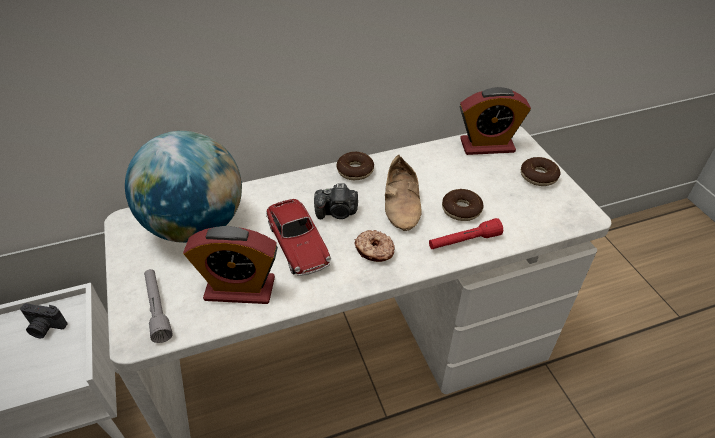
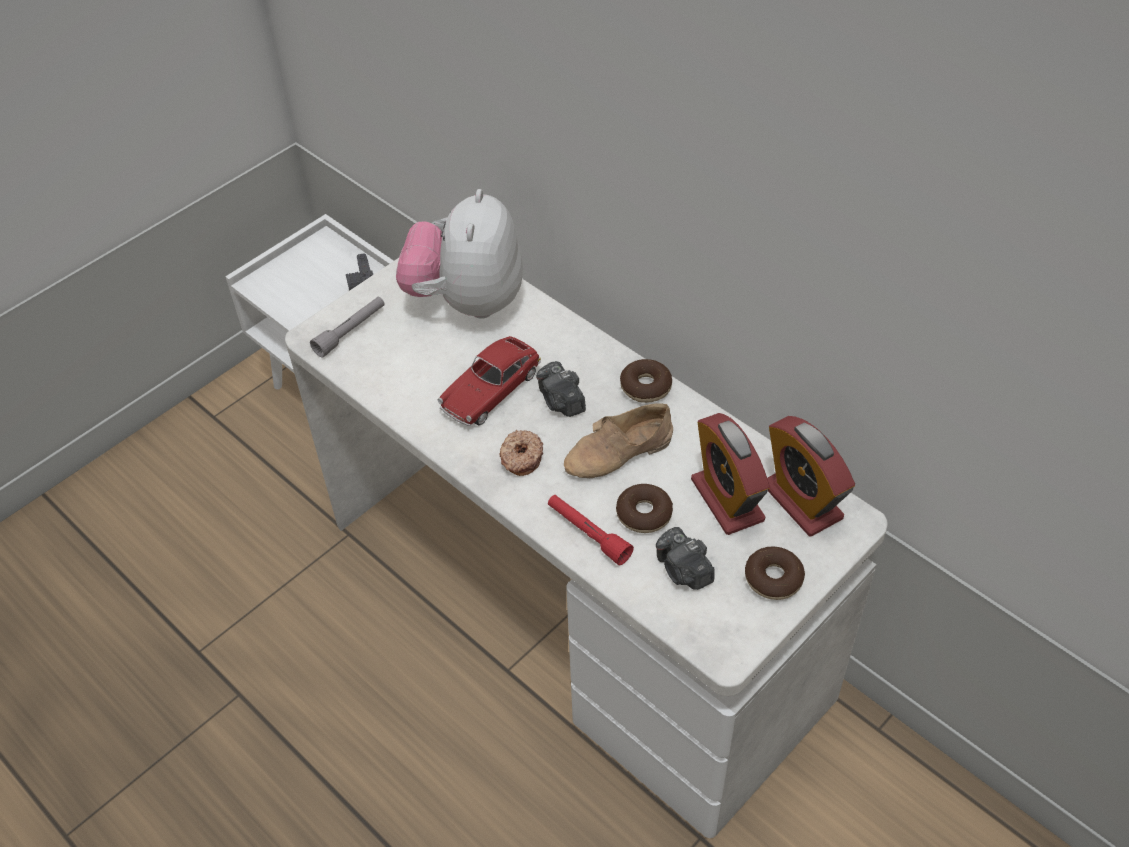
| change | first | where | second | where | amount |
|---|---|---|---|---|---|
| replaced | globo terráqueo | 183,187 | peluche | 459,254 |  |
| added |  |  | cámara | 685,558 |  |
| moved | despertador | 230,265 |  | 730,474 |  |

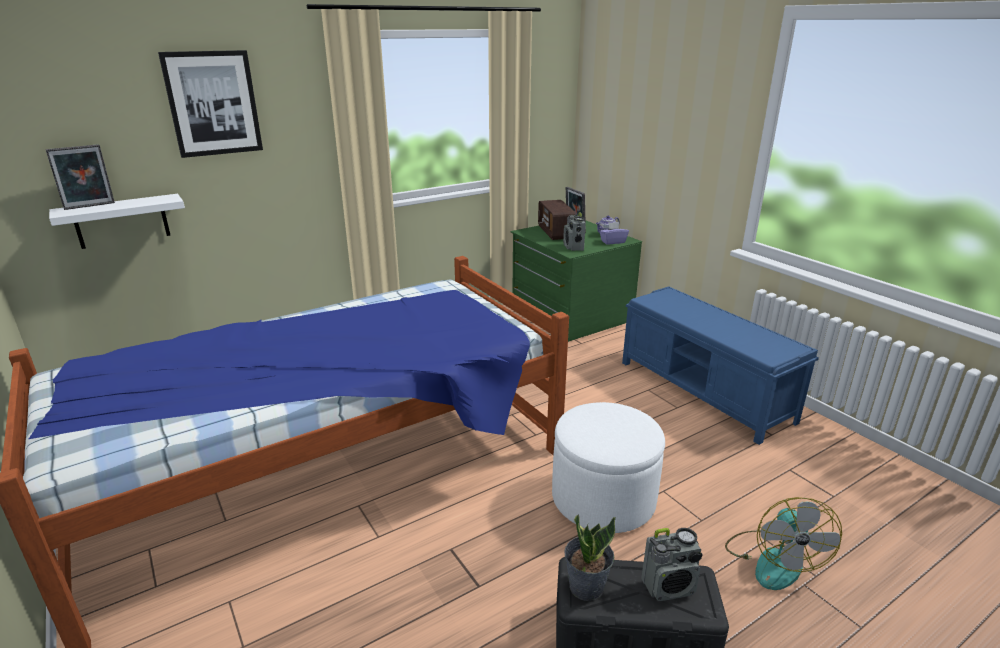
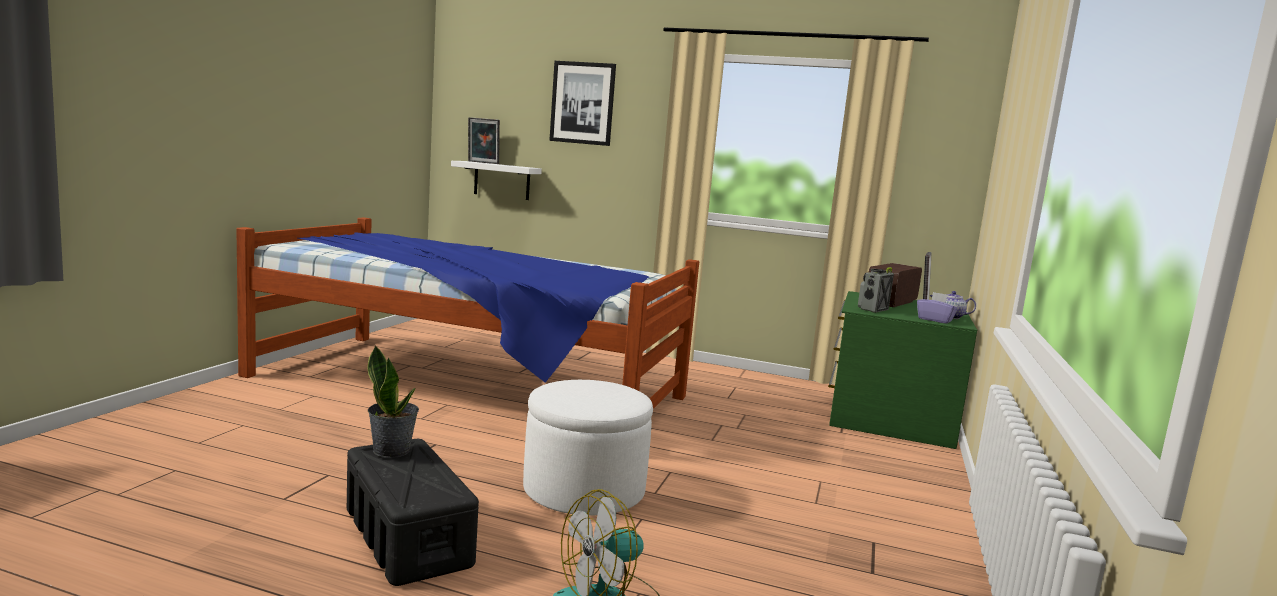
| change | first | where | second | where | amount |
|---|---|---|---|---|---|
| removed | banco (azul) | 720,365 |  |  |  |
| removed | radio | 672,564 |  |  |  |

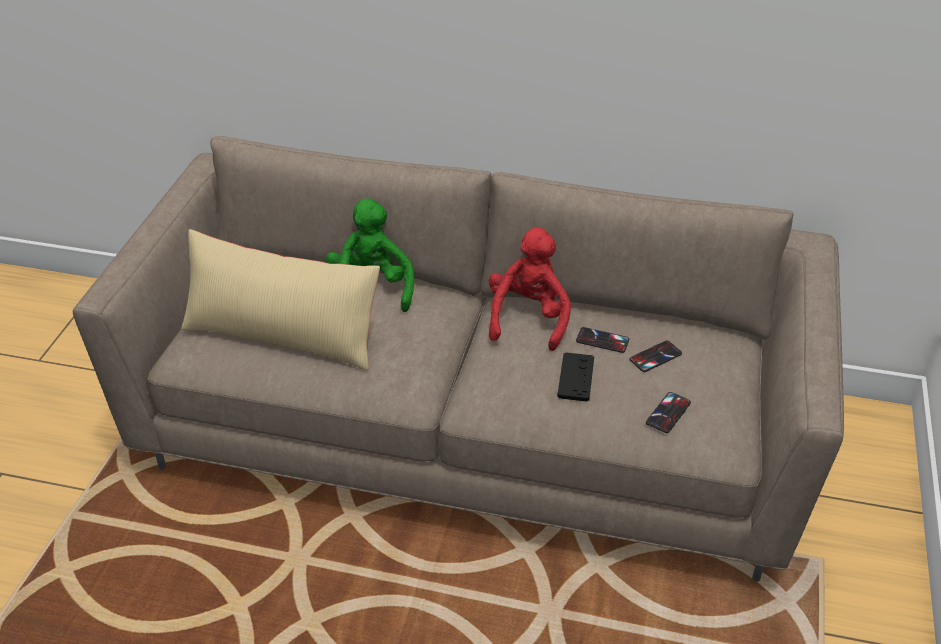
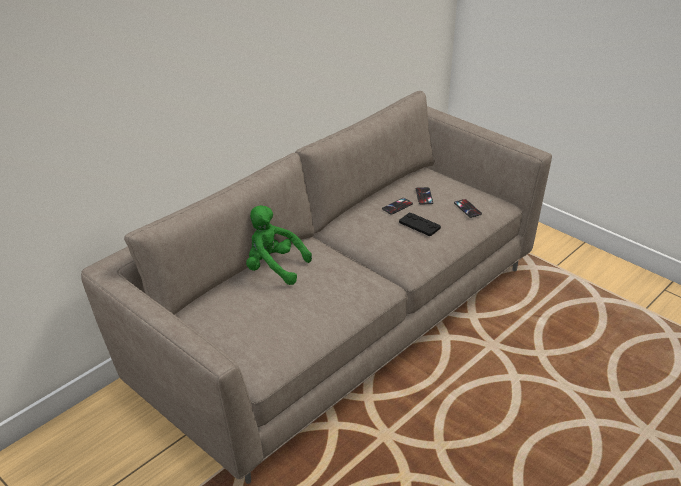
| change | first | where | second | where | amount |
|---|---|---|---|---|---|
| removed | cojín (beis) | 280,299 |  |  |  |
| removed | peluche (rojo) | 530,289 |  |  |  |

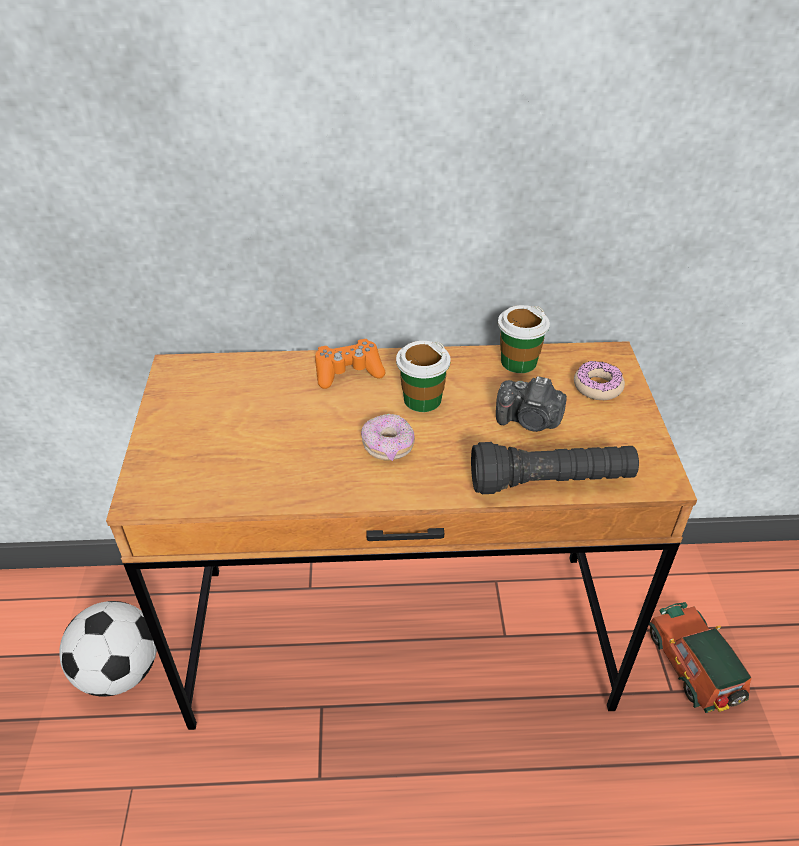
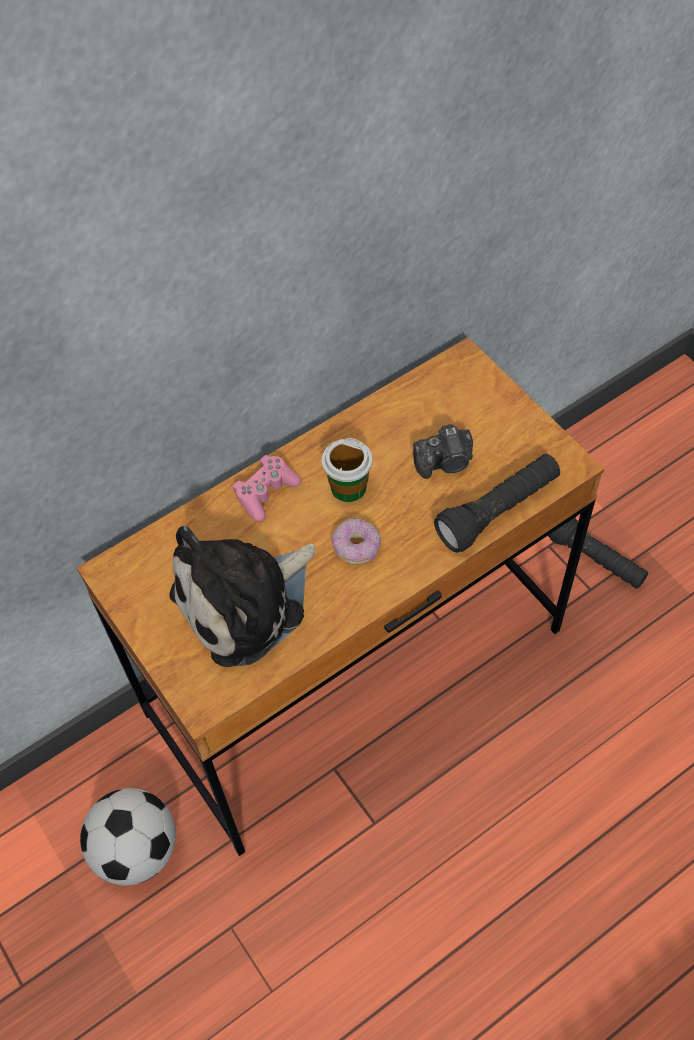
| change | first | where | second | where | amount |
|---|---|---|---|---|---|
| added |  |  | peluche | 242,596 |  |
| recoloured | mando de consola (naranja) | 350,364 | mando de consola (rosa) | 267,488 |  |
| replaced | coche de juguete | 700,657 | linterna (negro) | 598,553 |  |
| removed | taza | 524,339 |  |  |  |
| removed | rosquilla | 599,380 |  |  |  |

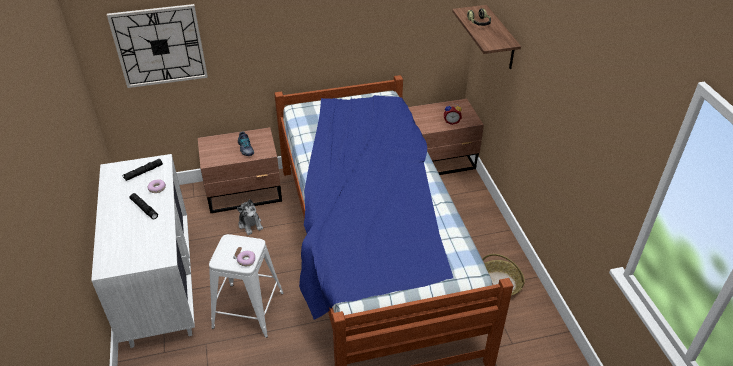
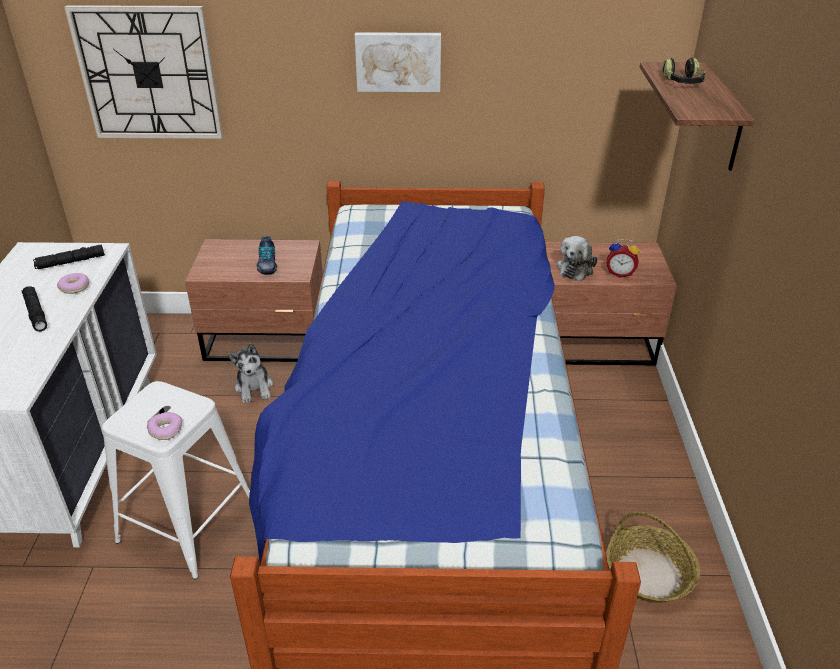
| change | first | where | second | where | amount |
|---|---|---|---|---|---|
| added |  |  | cuadro | 398,62 |  |
| added |  |  | peluche | 577,258 |  |

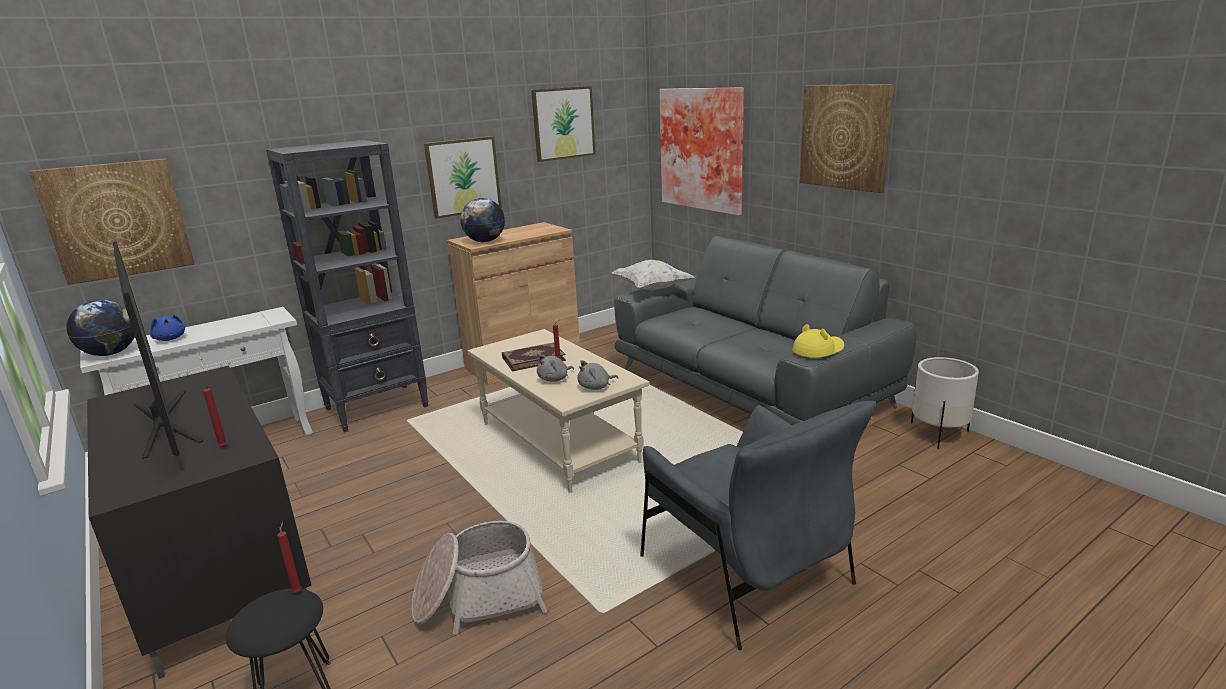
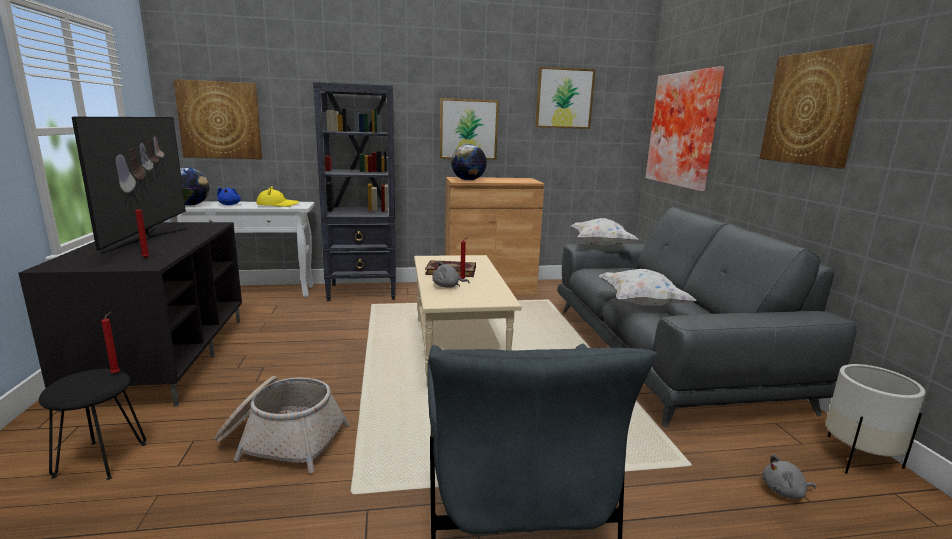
| change | first | where | second | where | amount |
|---|---|---|---|---|---|
| moved | sombrero (amarillo) | 818,341 |  | 277,196 |  |
| added |  |  | cojín (blanco) | 648,287 |  |
| moved | peluche (gris) | 598,375 |  | 790,476 |  |

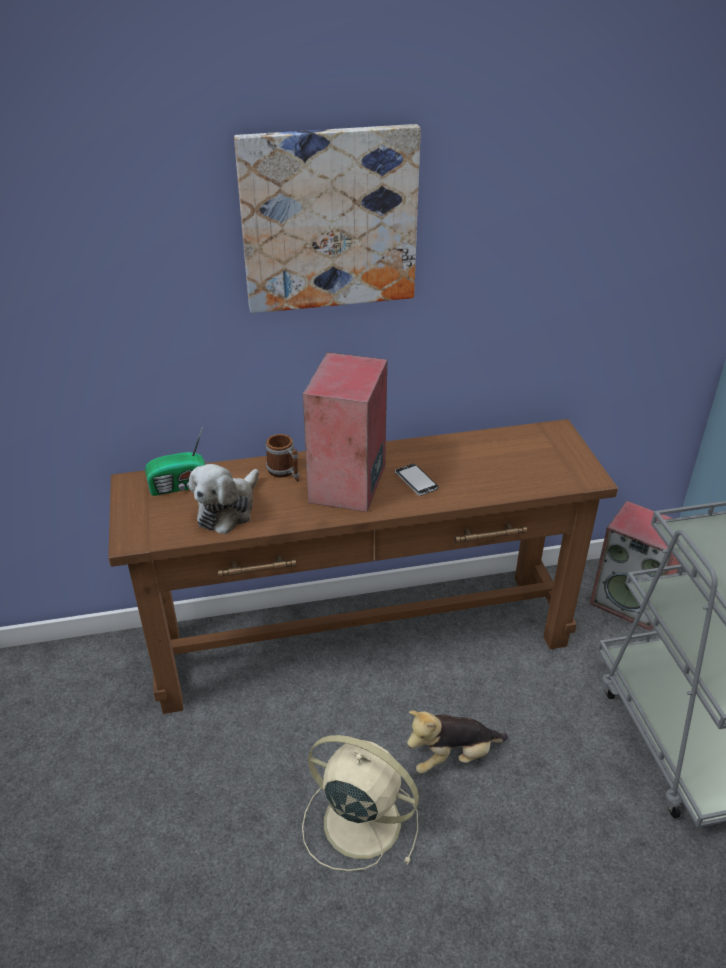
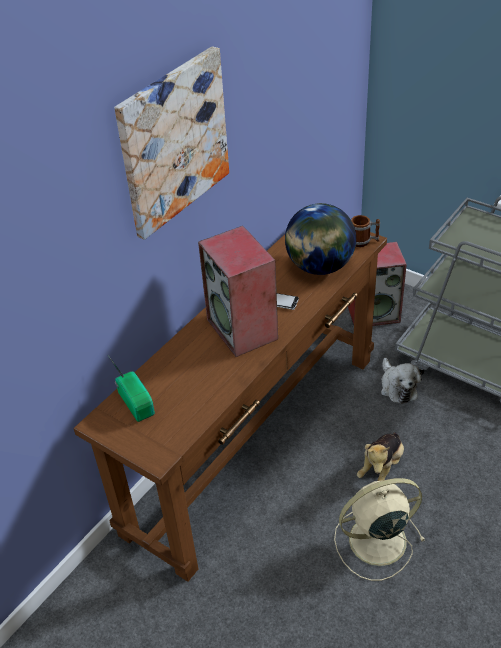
| change | first | where | second | where | amount |
|---|---|---|---|---|---|
| turned | radio | 175,461 |  | 132,389 | 60 degrees counterclockwise |
| added |  |  | globo terráqueo | 320,239 |  |
| moved | taza grande | 282,458 |  | 365,231 |  |
| moved | peluche | 224,499 |  | 401,381 |  |

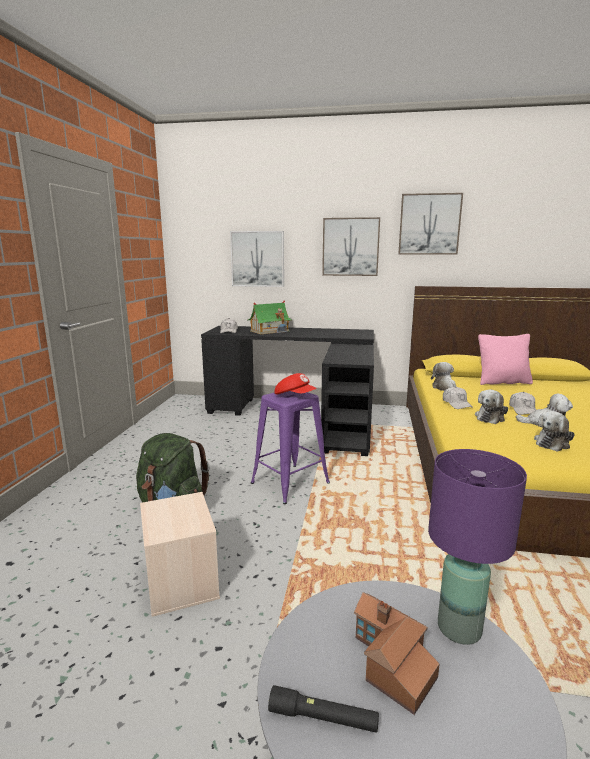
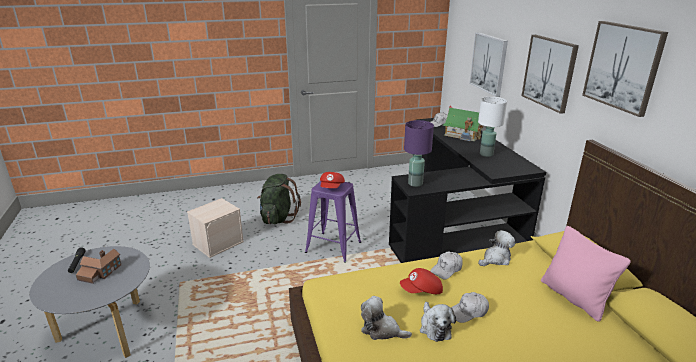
| change | first | where | second | where | amount |
|---|---|---|---|---|---|
| replaced | peluche | 491,407 | gorra (rojo) | 421,281 |  |
| moved | lámpara de mesa (morado) | 477,547 |  | 419,153 |  |
| added |  |  | lámpara de mesa (blanco) | 492,127 |  |

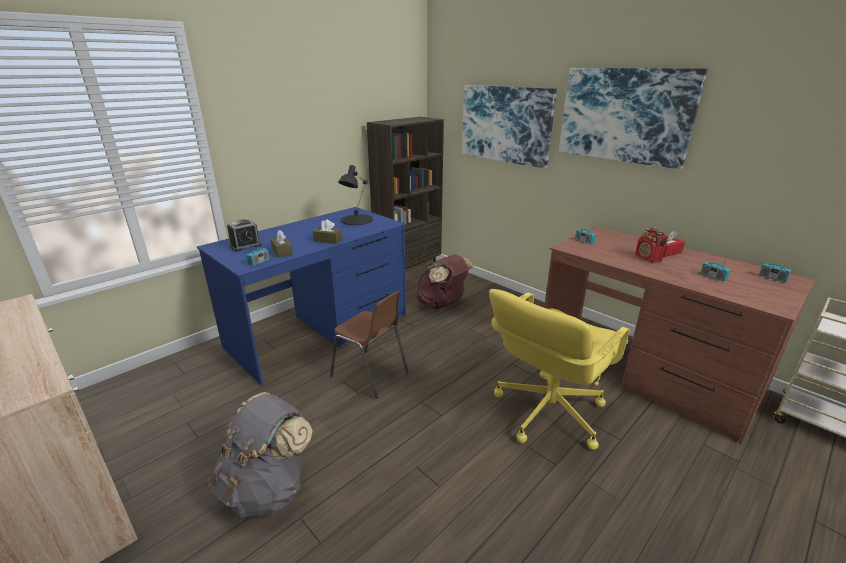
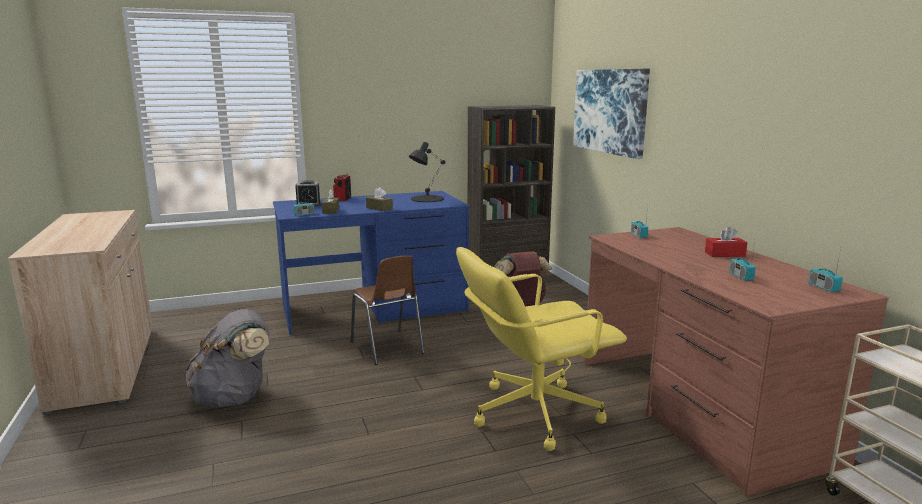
| change | first | where | second | where | amount |
|---|---|---|---|---|---|
| moved | radio | 651,244 |  | 342,187 |  |
| removed | cuadro | 633,118 |  |  |  |

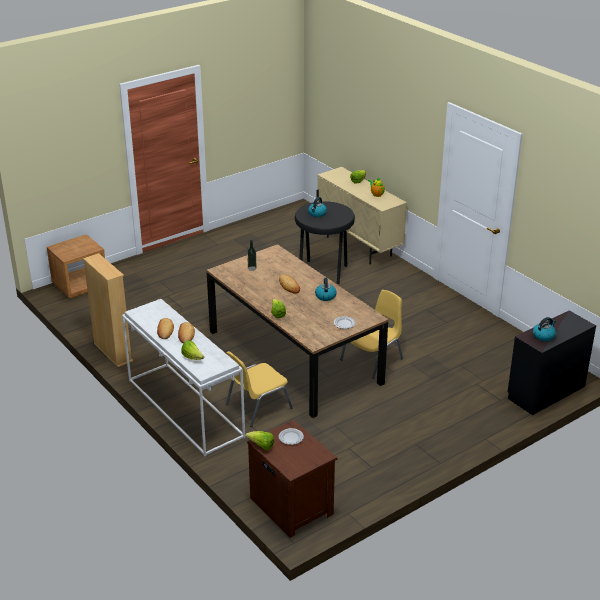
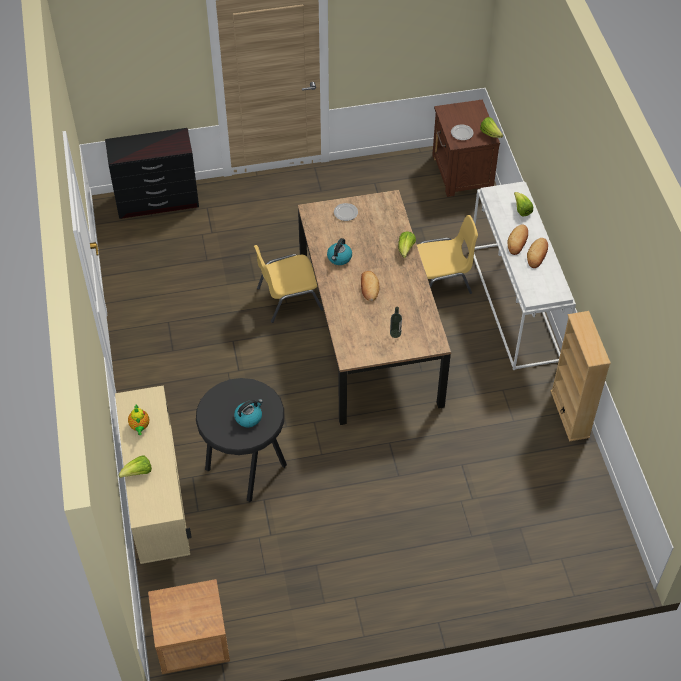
| change | first | where | second | where | amount |
|---|---|---|---|---|---|
| moved | mesita de noche (marrón) | 76,266 |  | 189,626 |  |
| removed | hervidor | 544,329 |  |  |  |

